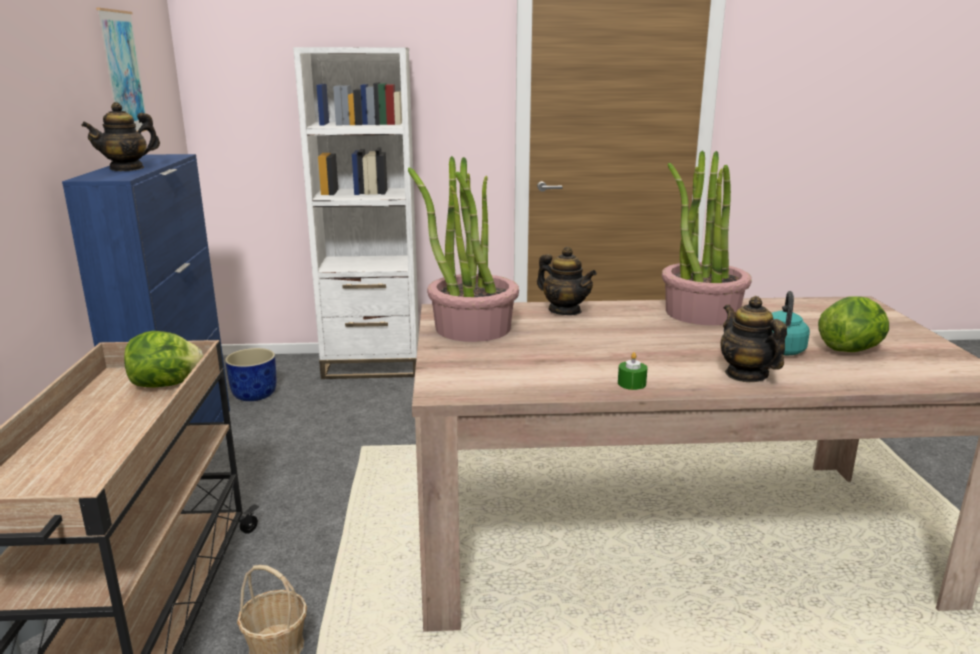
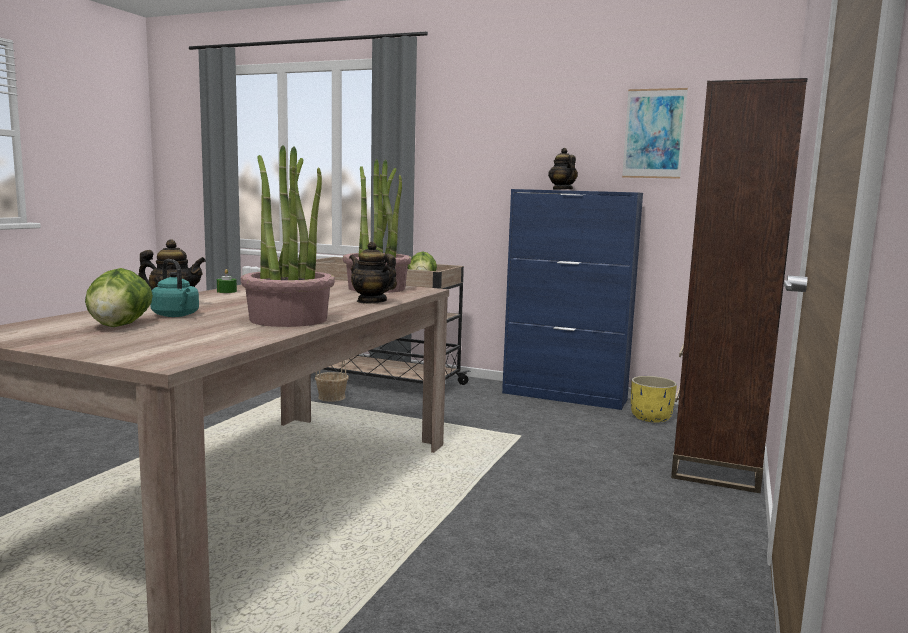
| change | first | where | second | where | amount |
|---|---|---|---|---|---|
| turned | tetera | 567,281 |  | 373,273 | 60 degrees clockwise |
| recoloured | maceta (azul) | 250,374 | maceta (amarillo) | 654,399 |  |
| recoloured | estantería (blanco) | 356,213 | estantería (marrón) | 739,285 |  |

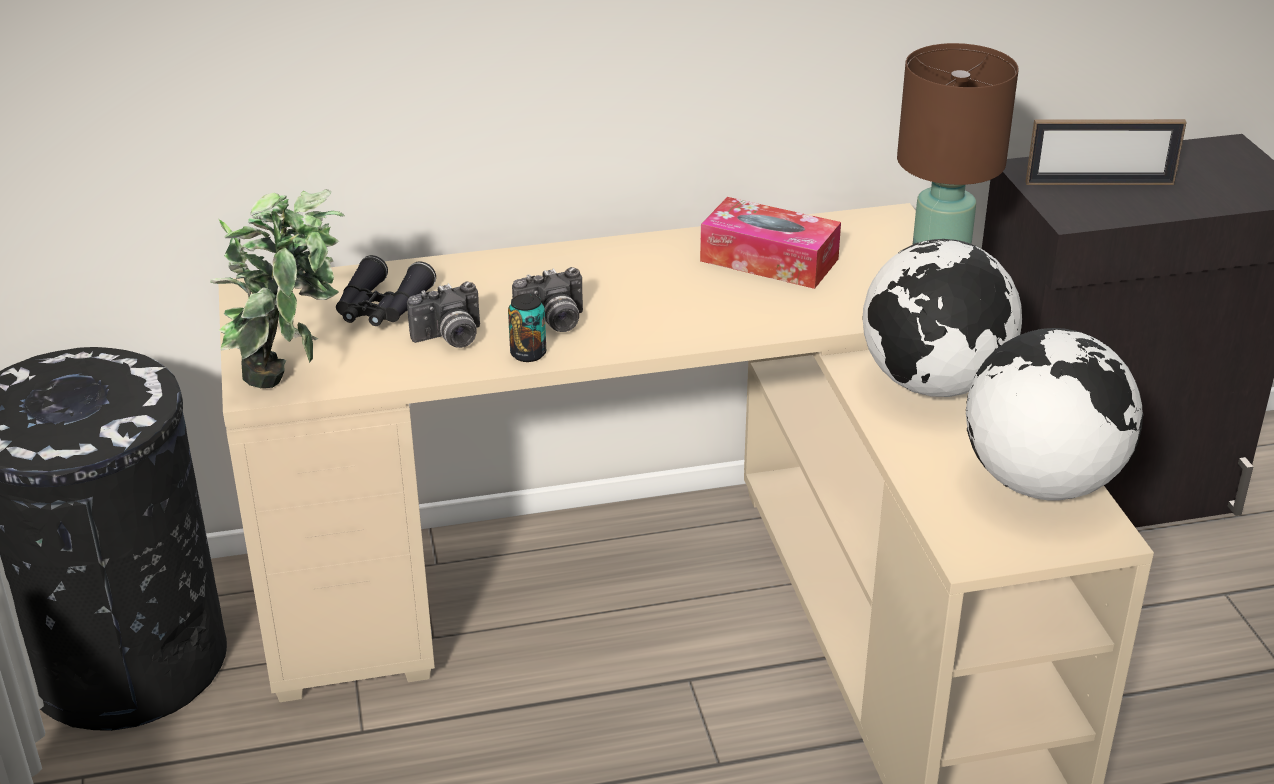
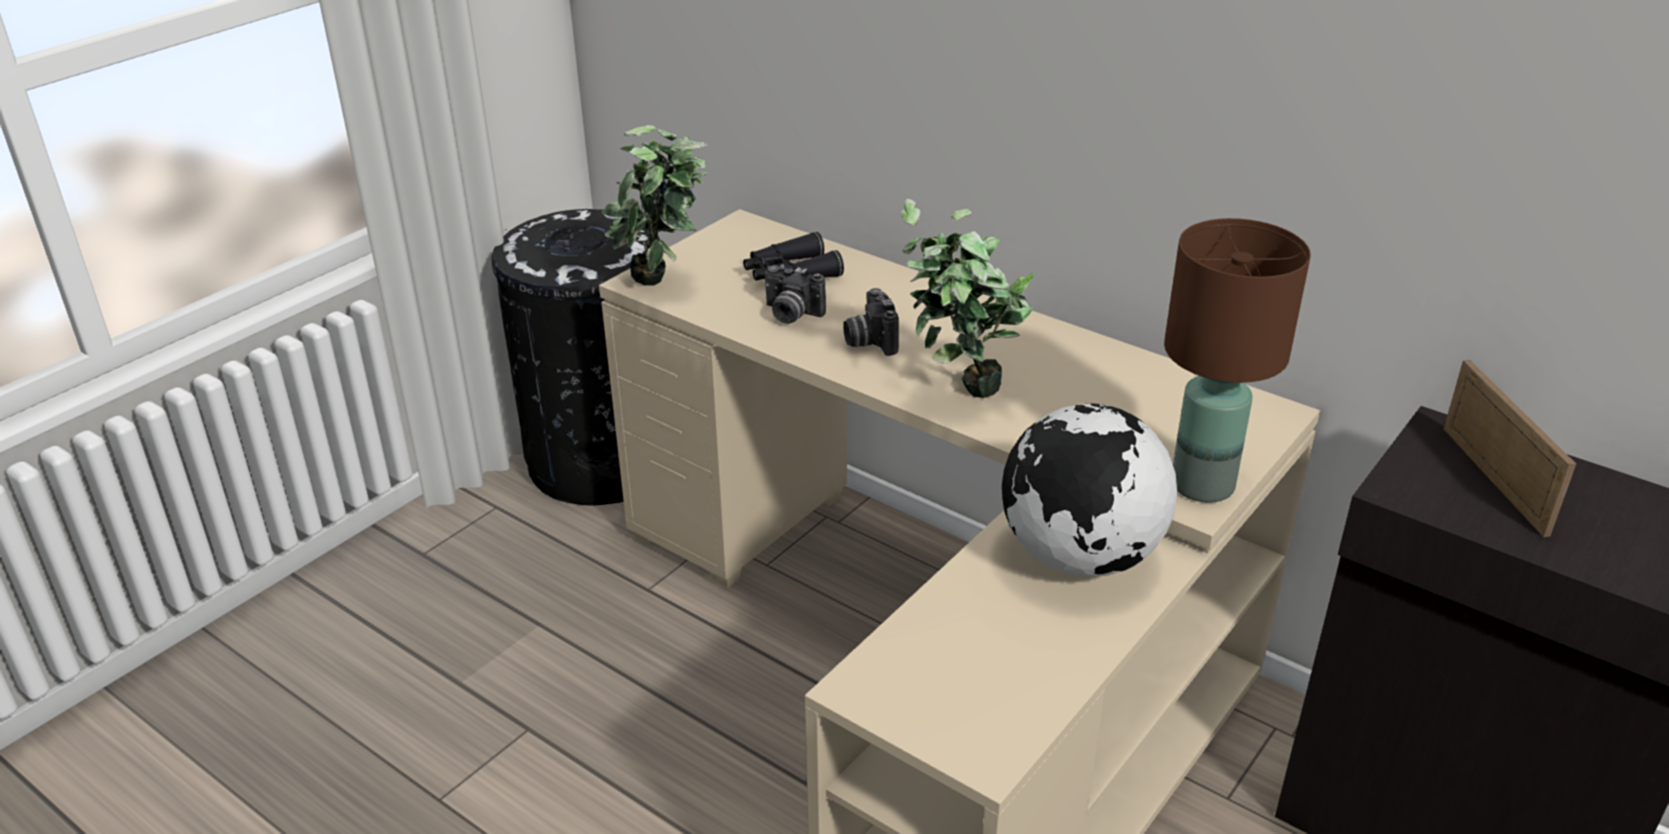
| change | first | where | second | where | amount |
|---|---|---|---|---|---|
| turned | cámara | 547,299 |  | 871,322 | 45 degrees clockwise |
| added |  |  | planta en maceta | 967,298 |  |
| turned | portarretratos | 1106,152 |  | 1510,448 | 150 degrees counterclockwise |
| removed | lata | 527,328 |  |  |  |
| removed | caja de pañuelos | 770,243 |  |  |  |
| removed | globo terráqueo | 1054,414 |  |  |  |

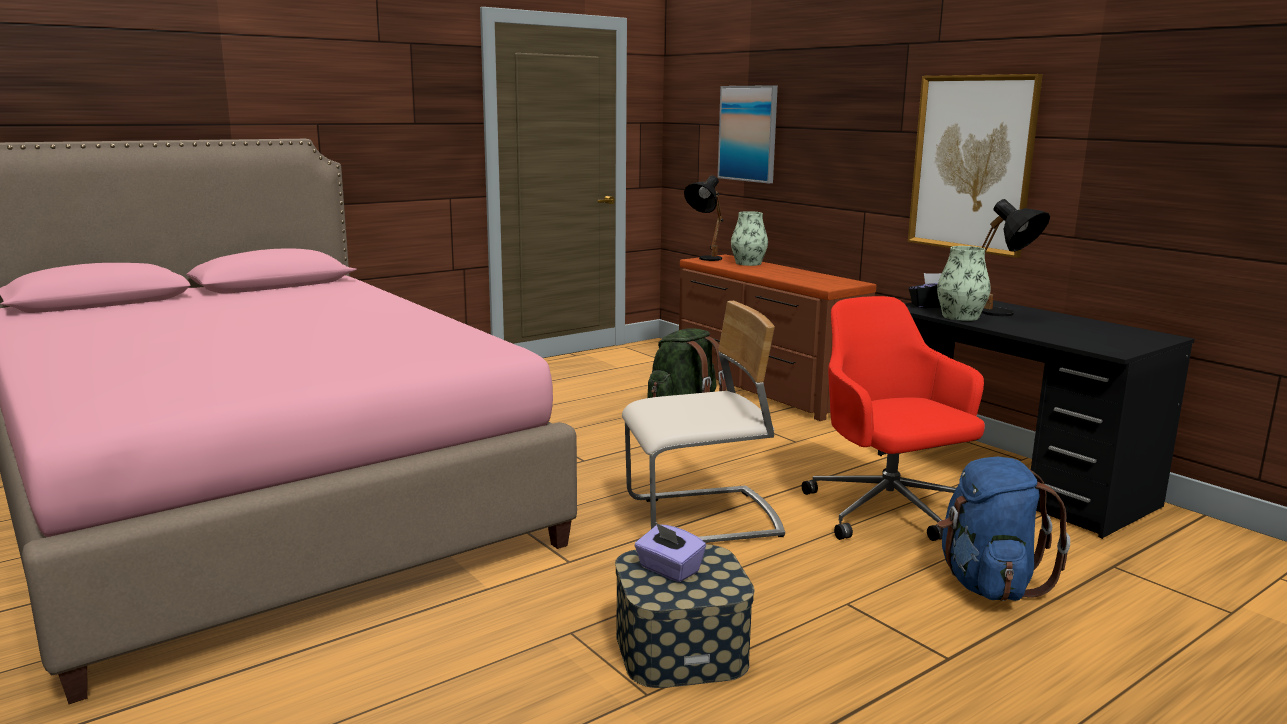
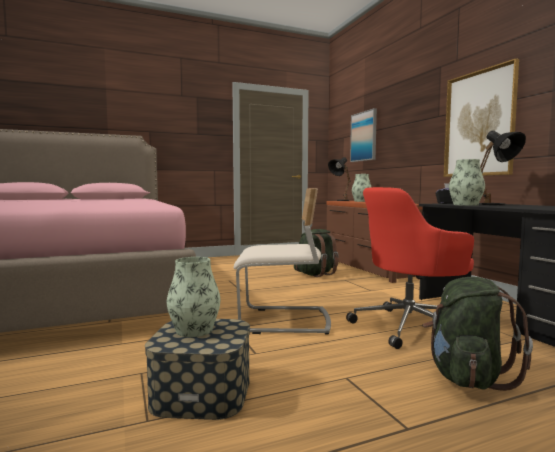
| change | first | where | second | where | amount |
|---|---|---|---|---|---|
| replaced | caja de pañuelos (morado) | 670,552 | florero | 193,297 |  |
| turned | silla de oficina (rojo) | 893,418 |  | 410,268 | 105 degrees counterclockwise |
| recoloured | mochila (azul) | 1003,529 | mochila (verde) | 477,334 |  |

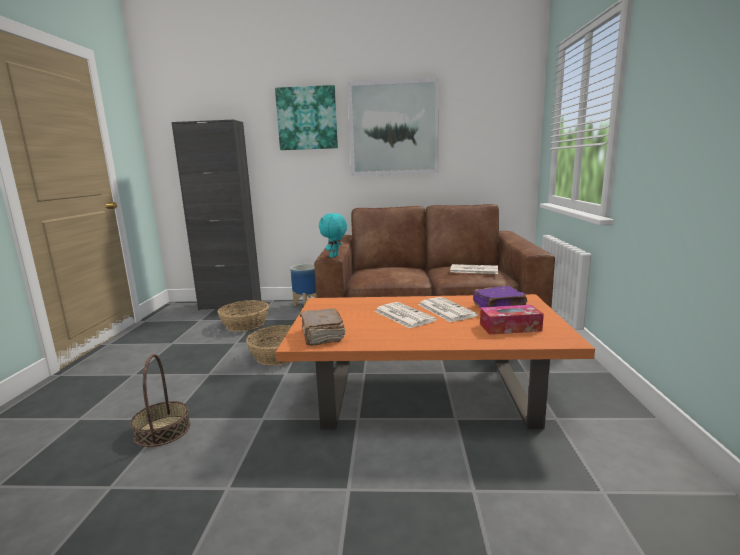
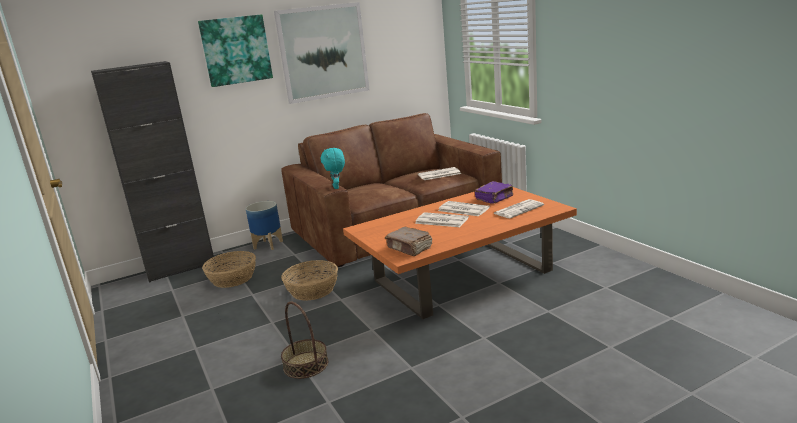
| change | first | where | second | where | amount |
|---|---|---|---|---|---|
| replaced | caja de pañuelos | 512,320 | periódico | 518,208 |  |

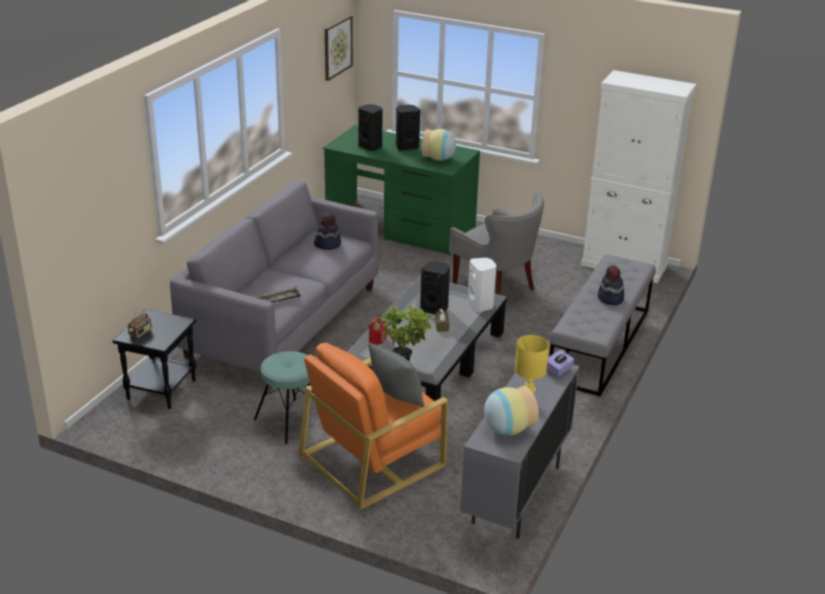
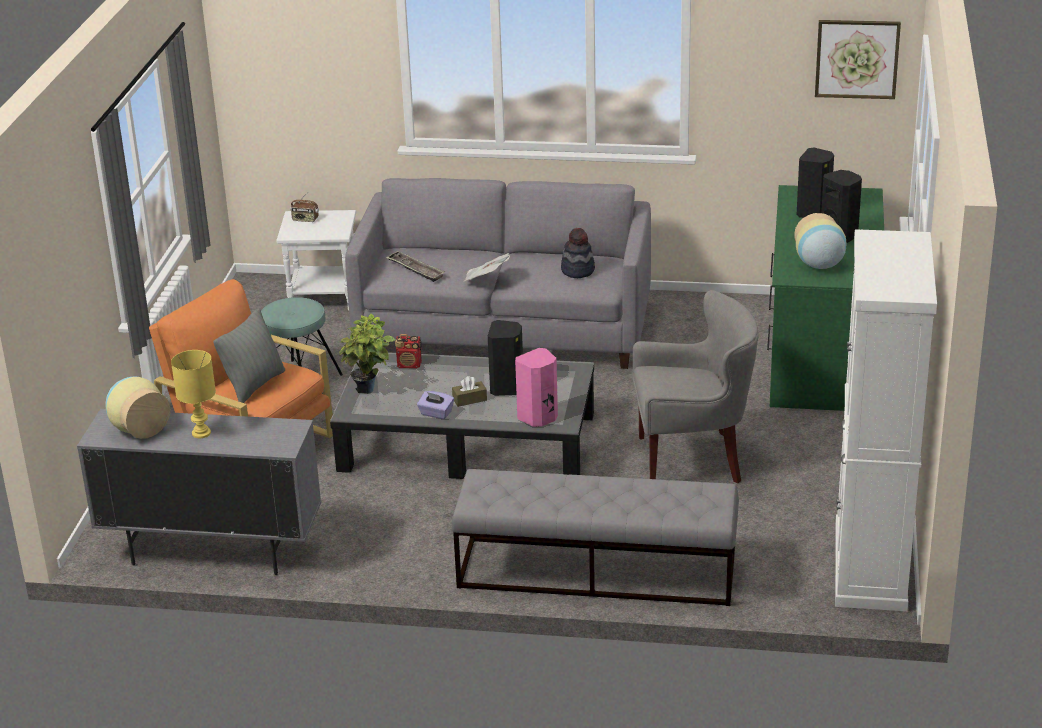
| change | first | where | second | where | amount |
|---|---|---|---|---|---|
| recoloured | mesa auxiliar (negro) | 154,359 | mesa auxiliar (blanco) | 316,260 |  |
| moved | caja de pañuelos (morado) | 560,363 |  | 435,405 |  |
| added |  |  | periódico | 487,267 |  |
| recoloured | altavoz (blanco) | 481,285 | altavoz (rosa) | 536,387 |  |
| turned | sillón (gris) | 496,243 |  | 695,386 | 120 degrees counterclockwise |
| removed | sombrero | 611,286 |  |  |  |

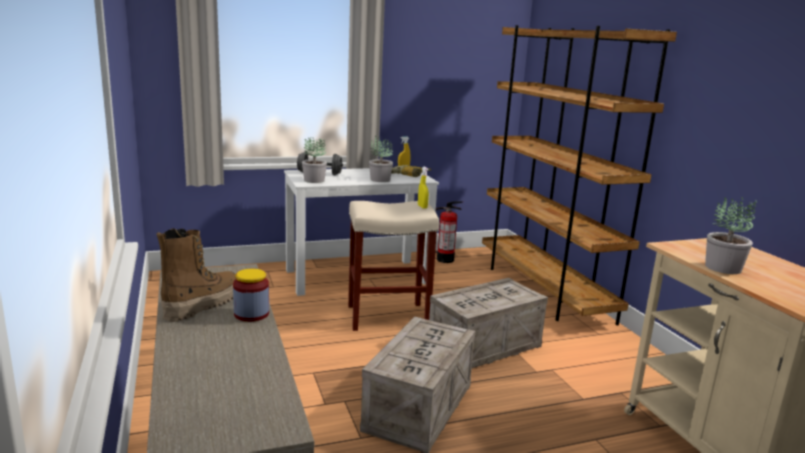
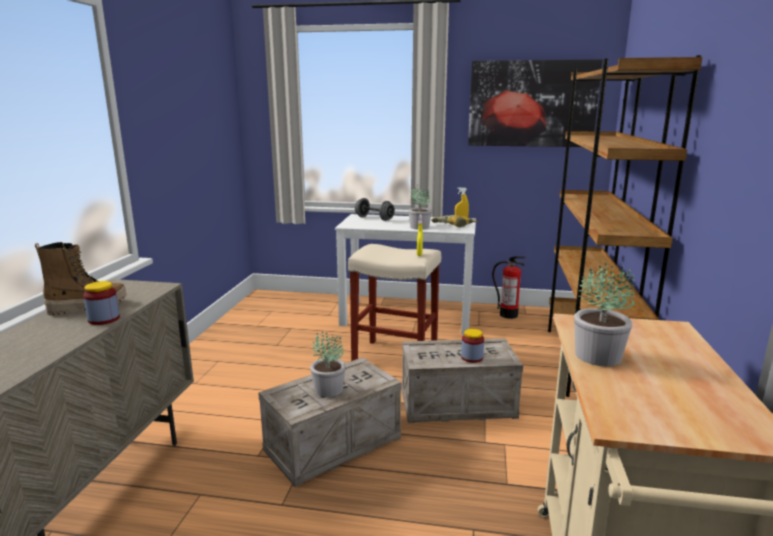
| change | first | where | second | where | amount |
|---|---|---|---|---|---|
| moved | planta en maceta | 314,160 |  | 328,364 |  |
| added |  |  | tarro | 472,346 |  |
| added |  |  | cuadro | 535,103 |  |

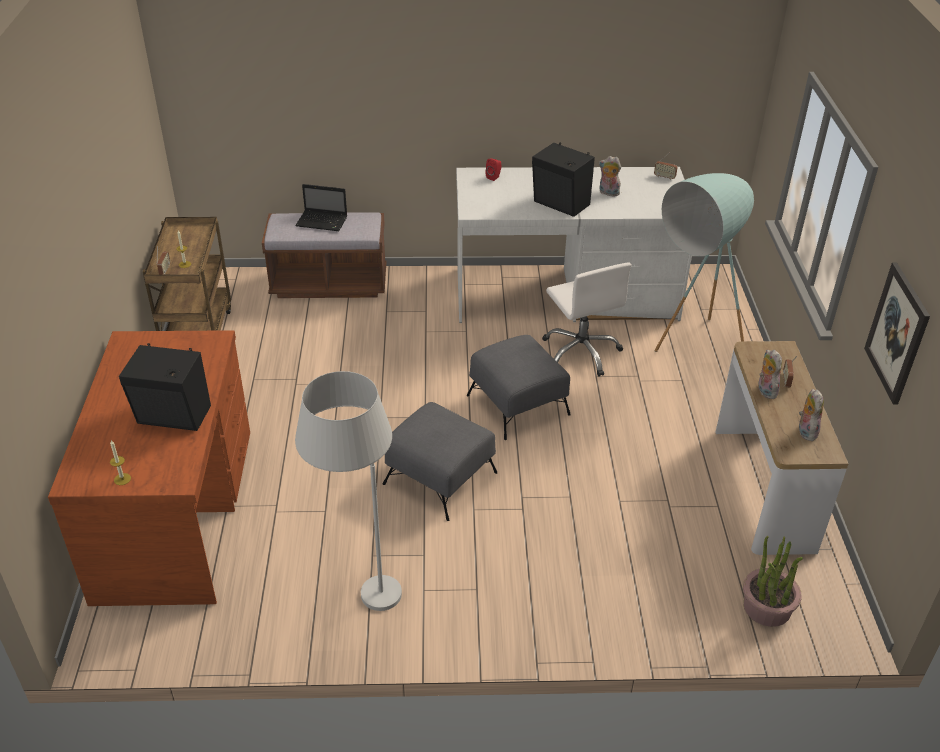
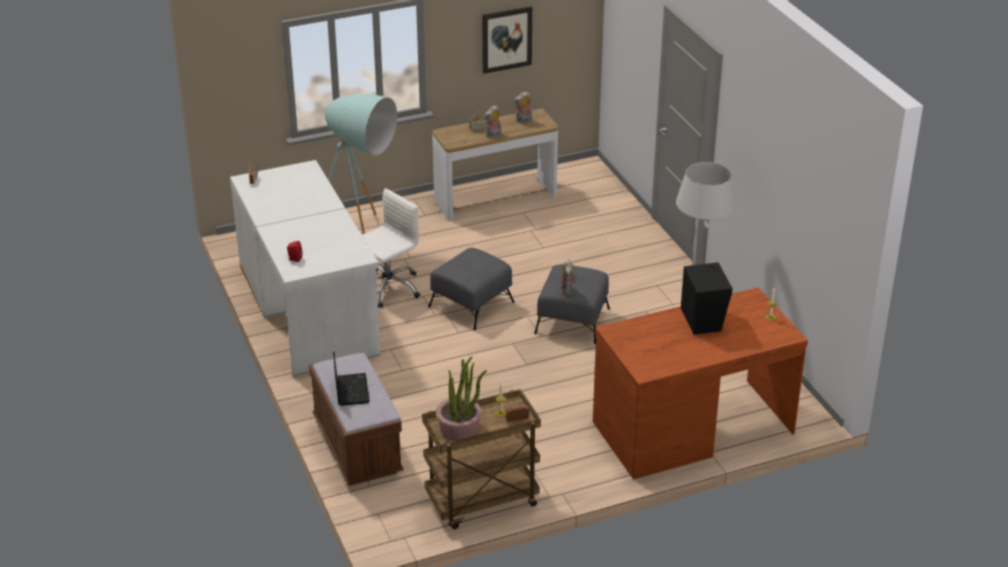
| change | first | where | second | where | amount |
|---|---|---|---|---|---|
| moved | planta en maceta | 773,581 |  | 461,398 |  |
| moved | peluche | 610,176 |  | 568,276 |  |
| removed | altavoz (negro) | 563,179 |  |  |  |

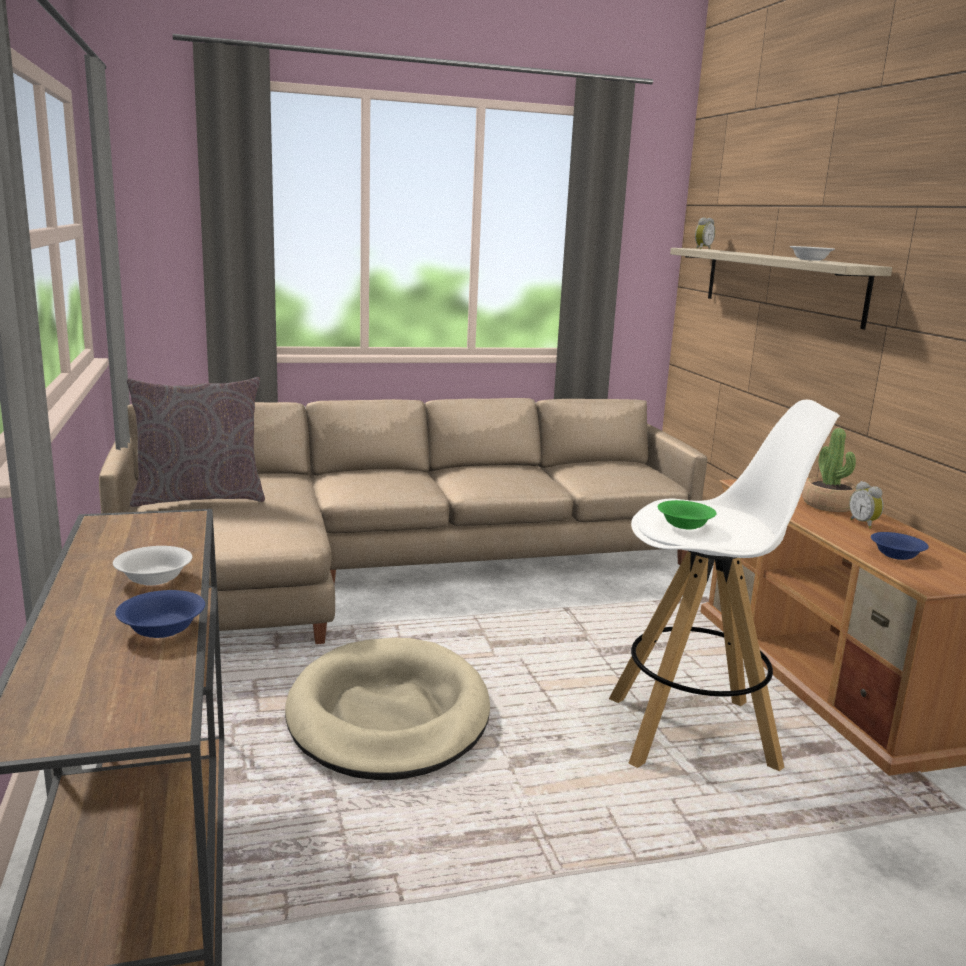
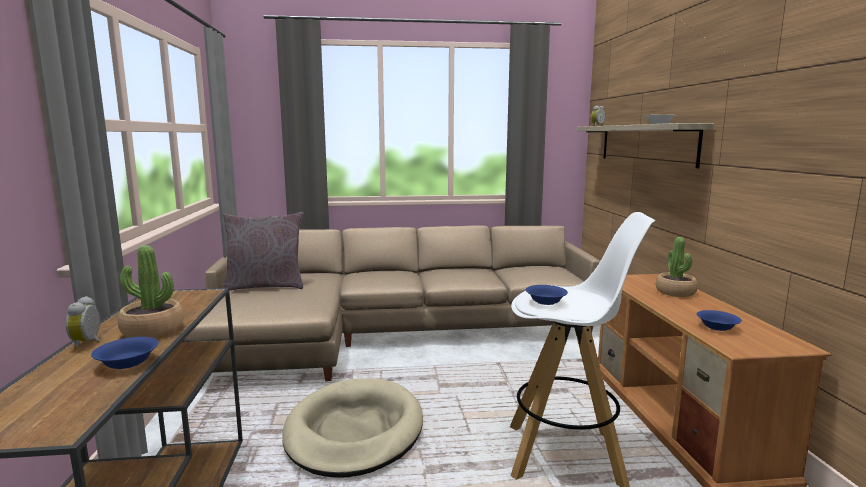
| change | first | where | second | where | amount |
|---|---|---|---|---|---|
| moved | despertador | 866,505 |  | 83,323 |  |
| replaced | cuenco (blanco) | 152,565 | planta en maceta | 151,291 |  |
| recoloured | cuenco (verde) | 687,515 | cuenco (azul) | 547,295 |  |

